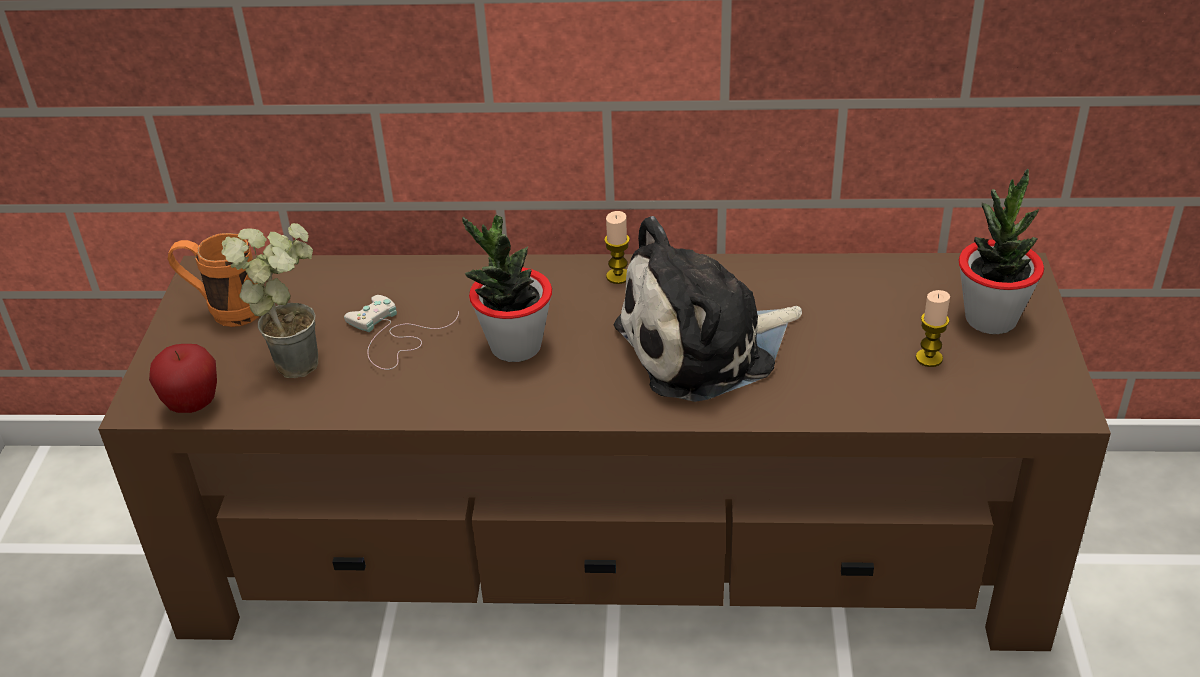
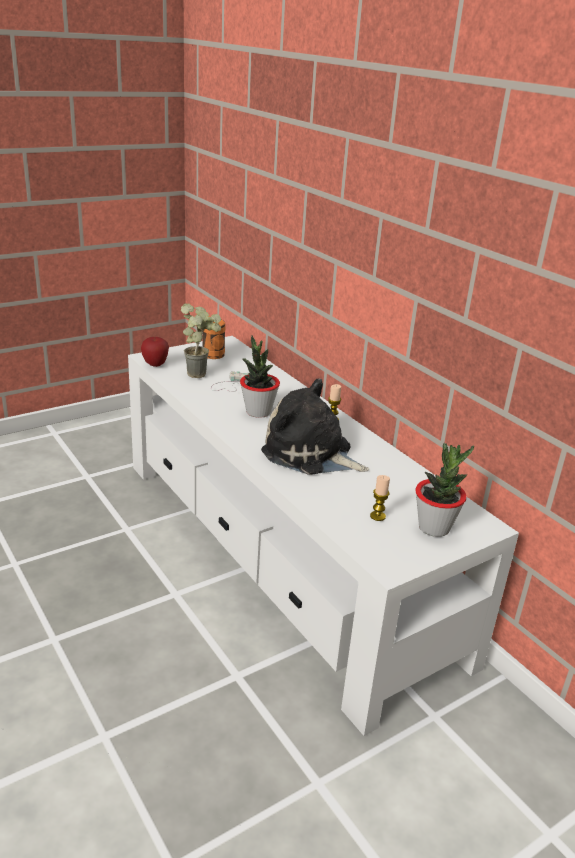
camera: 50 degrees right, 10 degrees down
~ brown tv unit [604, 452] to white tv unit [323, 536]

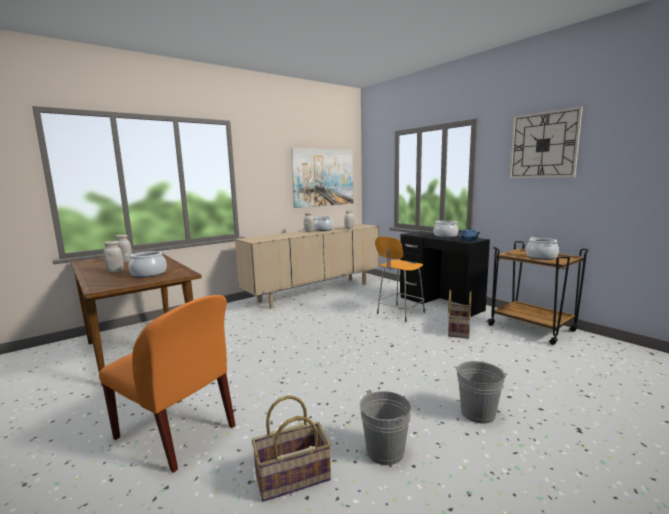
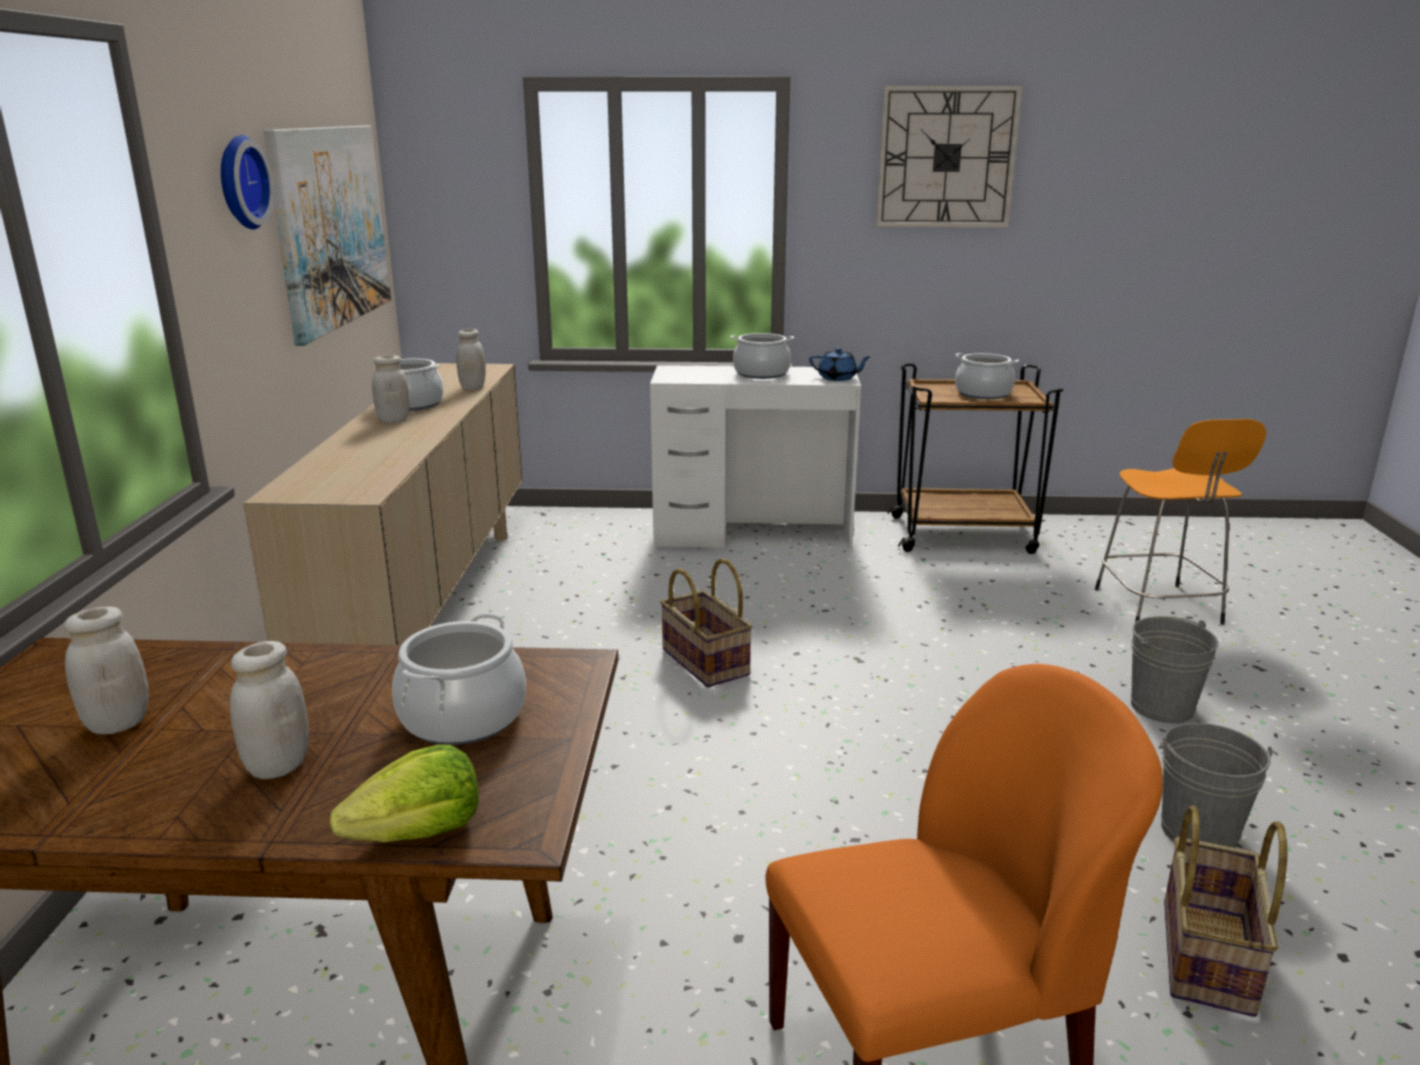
camera: 50 degrees left, 10 degrees up
~ blackish desk unit [445, 274] to white desk unit [755, 458]
~ orange-coloured stool seat [400, 279] to [1180, 522]
~ household basket [460, 314] to [706, 623]
+ hanging clock [247, 182]
+ lettuce [404, 793]

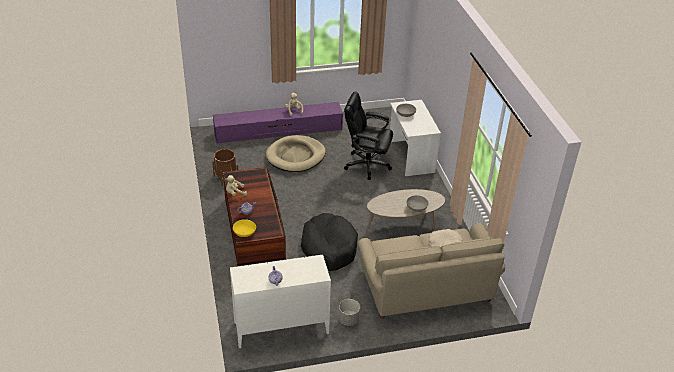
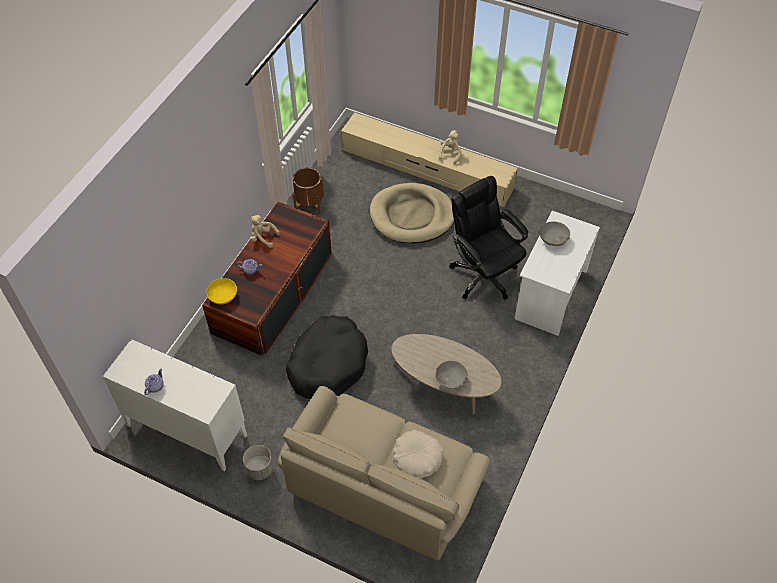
camera: 40 degrees right, 15 degrees up
~ purplish tv unit [278, 122] to beige tv unit [429, 159]

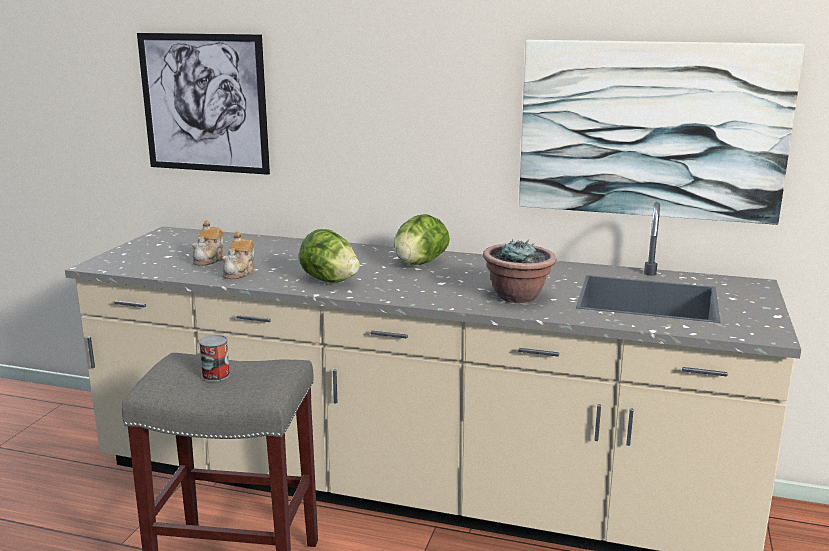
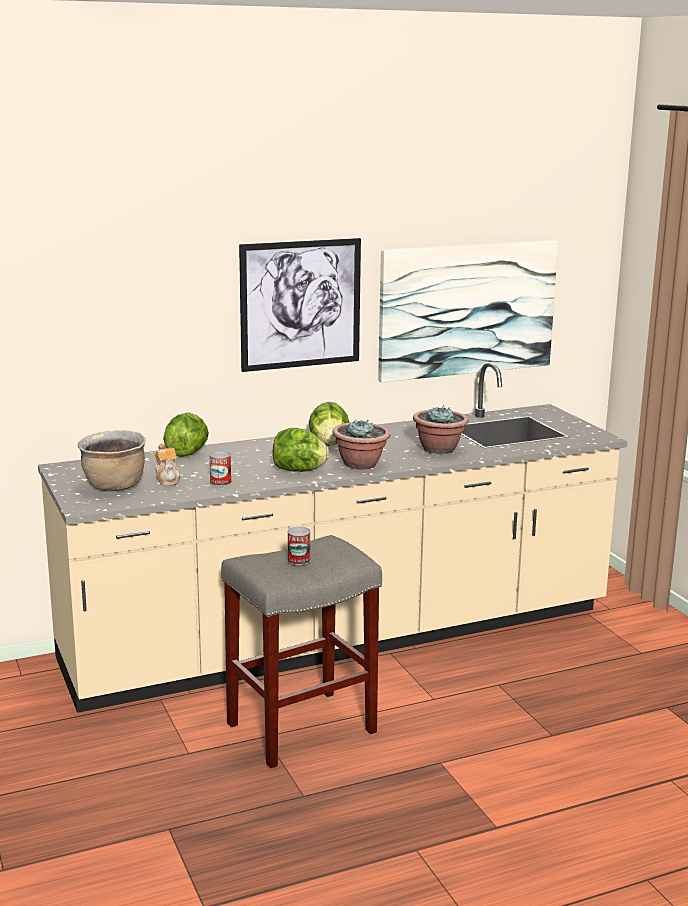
camera: 40 degrees left, 0 degrees up
~ picture [203, 104] to [300, 305]
~ teapot [239, 255] to sealed can [220, 468]
+ lettuce [186, 435]
+ plant in a pot [361, 444]
+ brown saucepot [112, 460]

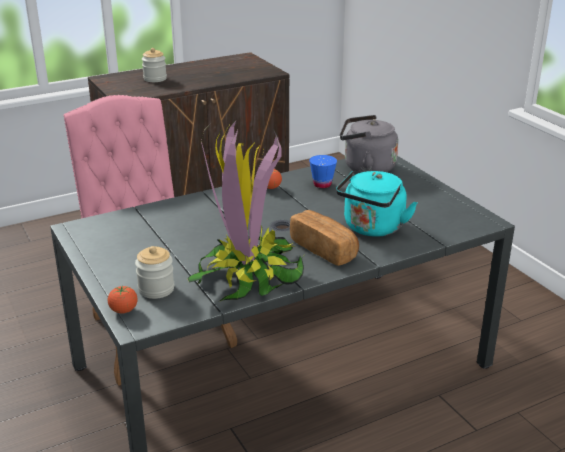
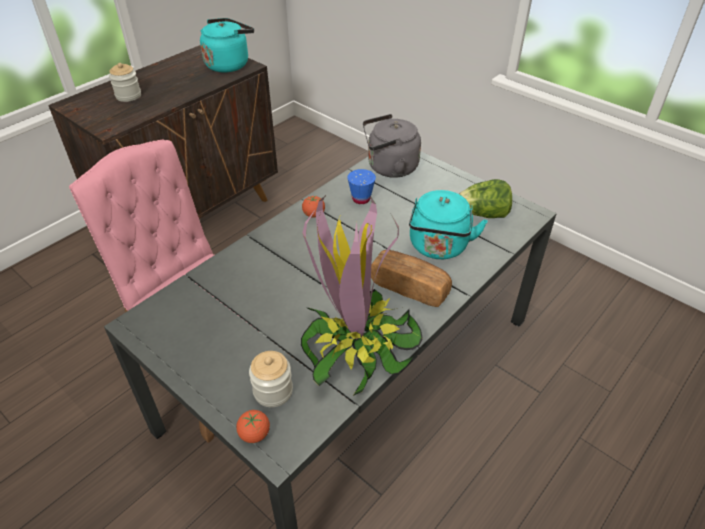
camera: 20 degrees left, 15 degrees up
+ blue-green tea kettle [227, 45]
+ lettuce [485, 198]

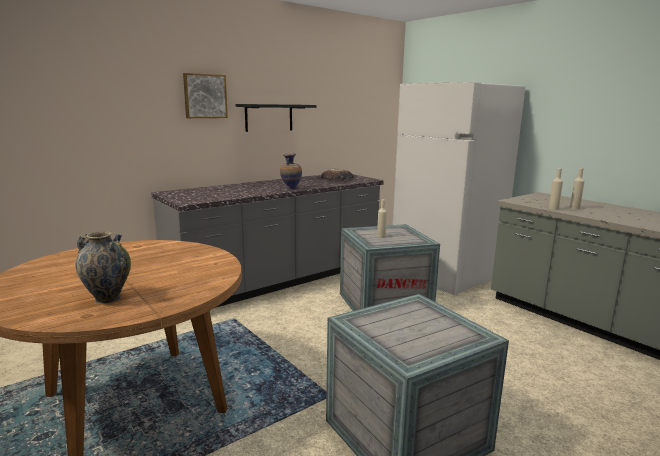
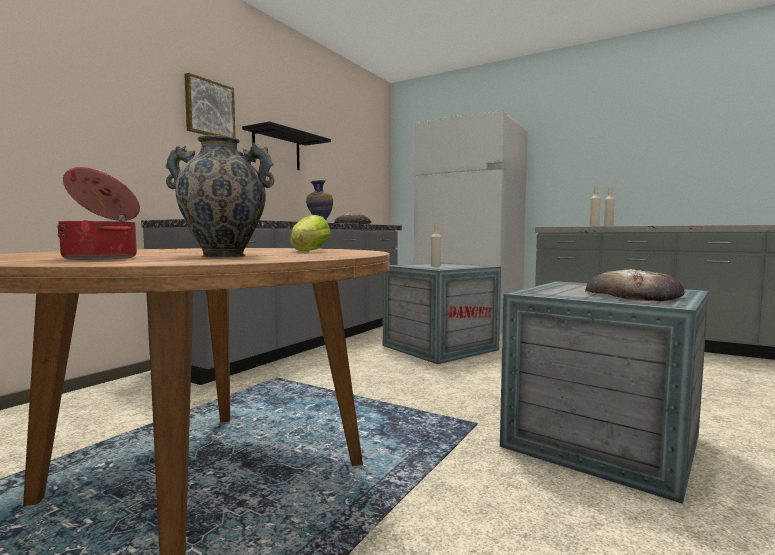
camera: 20 degrees left, 10 degrees down
+ saucepot [98, 213]
+ lettuce [310, 233]
+ bread [634, 285]

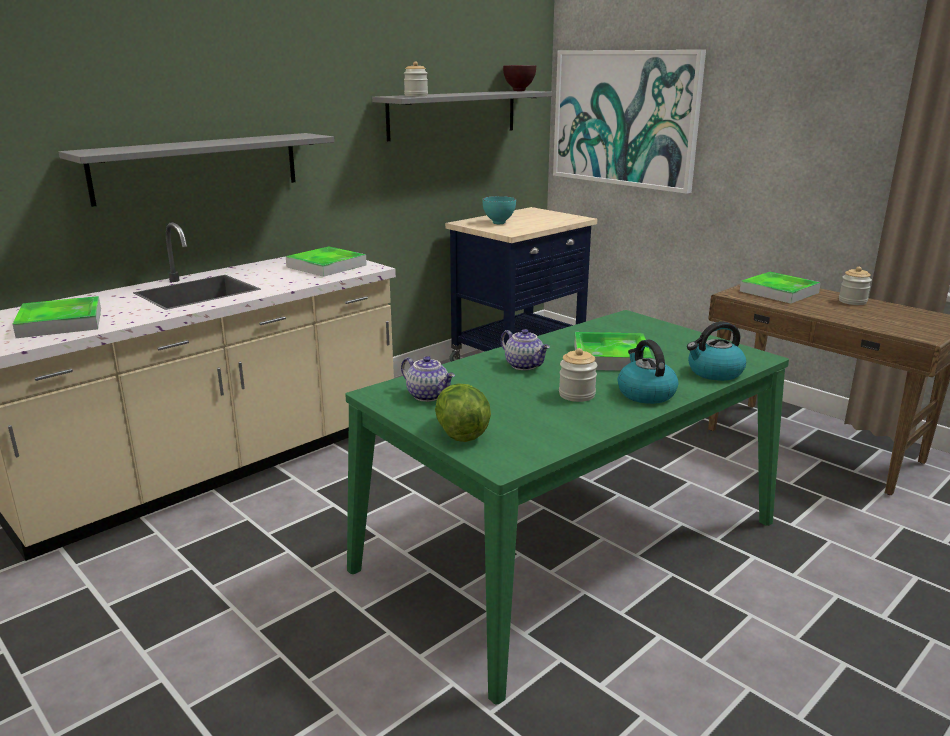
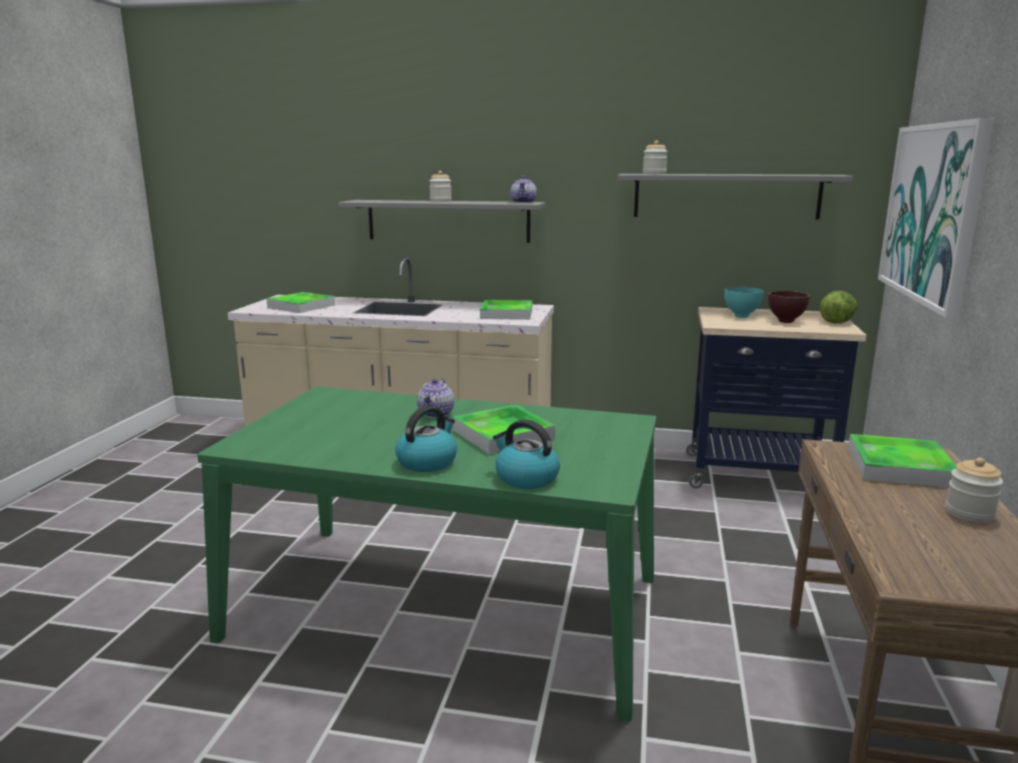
camera: 55 degrees right, 5 degrees down
~ brown bowl [519, 78] to [789, 307]
~ preserve jar [578, 375] to [440, 186]
~ teapot [428, 379] to [524, 189]
~ lettuce [463, 412] to [839, 307]

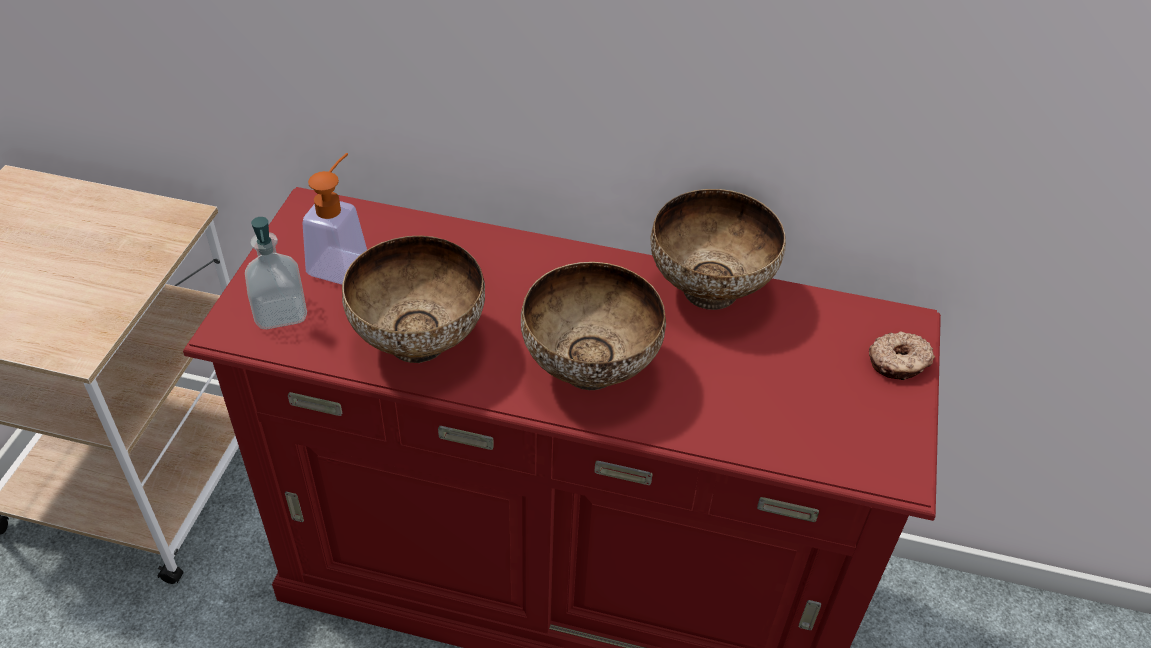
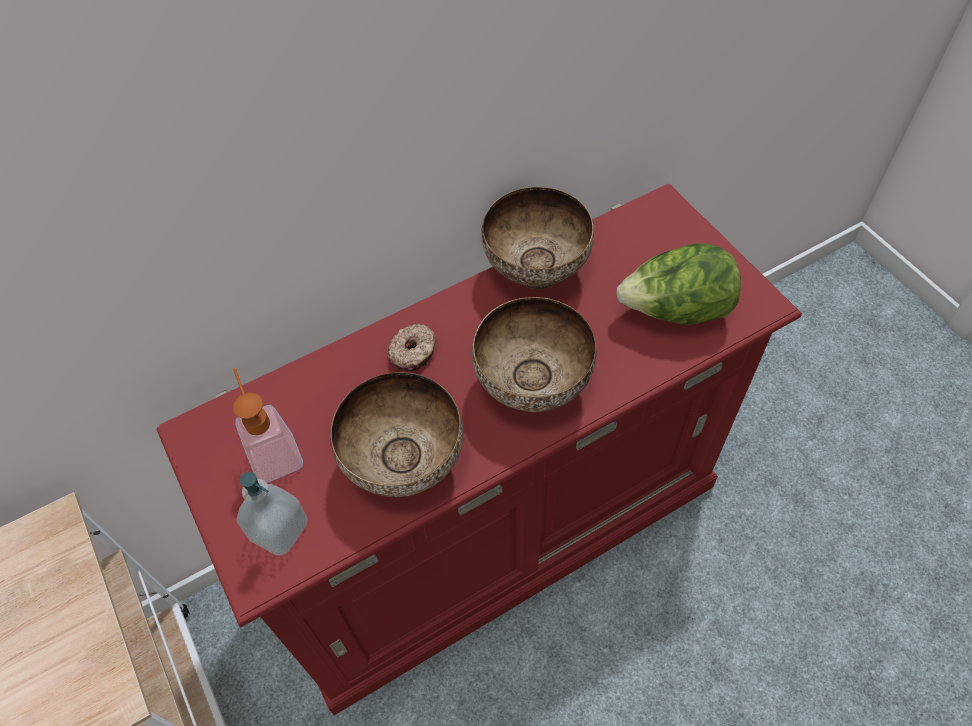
camera: 40 degrees left, 10 degrees up
~ doughnut [902, 356] to [412, 347]
+ lettuce [678, 284]

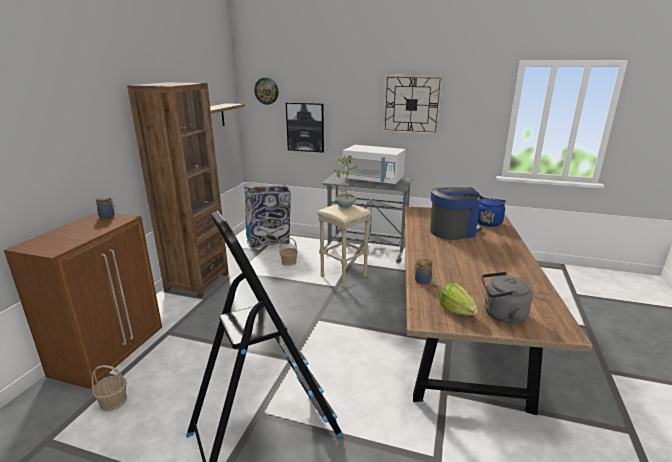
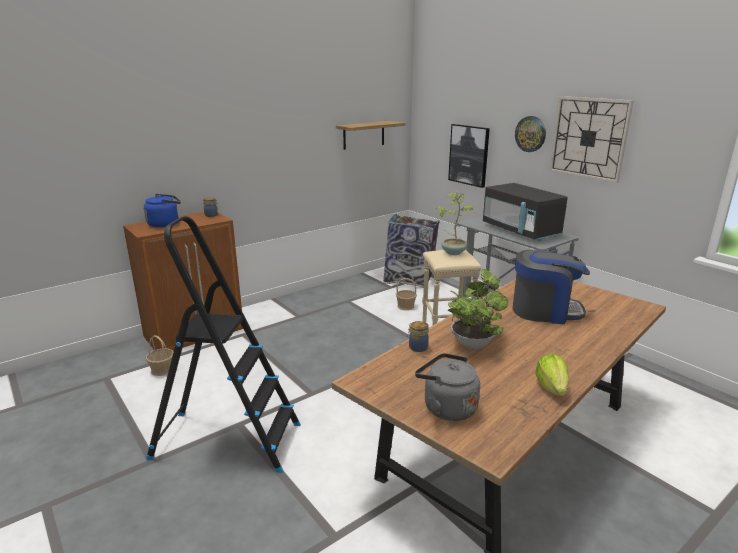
camera: 35 degrees right, 0 degrees up
~ hanging clock [266, 91] to [530, 134]
- brown bookcase [178, 190]
~ white kitchen microwave [374, 165] to blackish kitchen microwave [525, 212]
~ bluish tea kettle [491, 212] to [162, 210]
~ lettuce [458, 299] to [552, 375]
+ plant in a pot [477, 309]

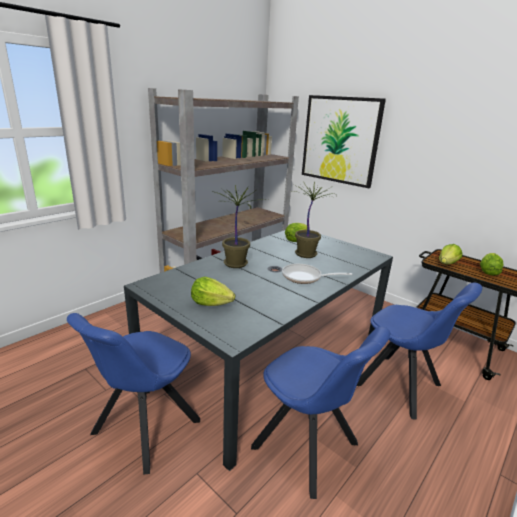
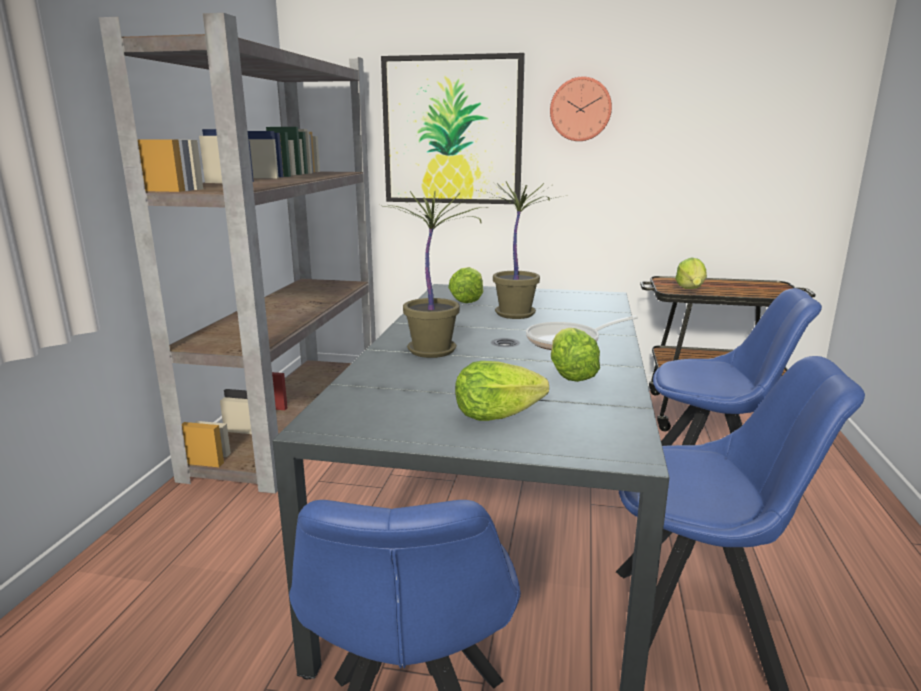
camera: 30 degrees left, 5 degrees down
~ lettuce [492, 264] to [575, 355]
+ hanging clock [581, 109]

